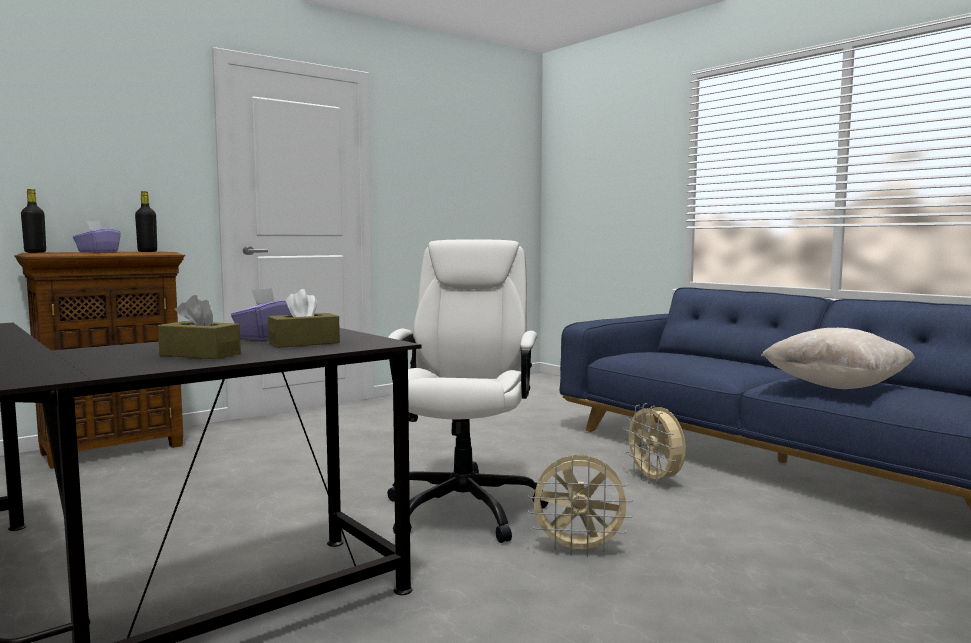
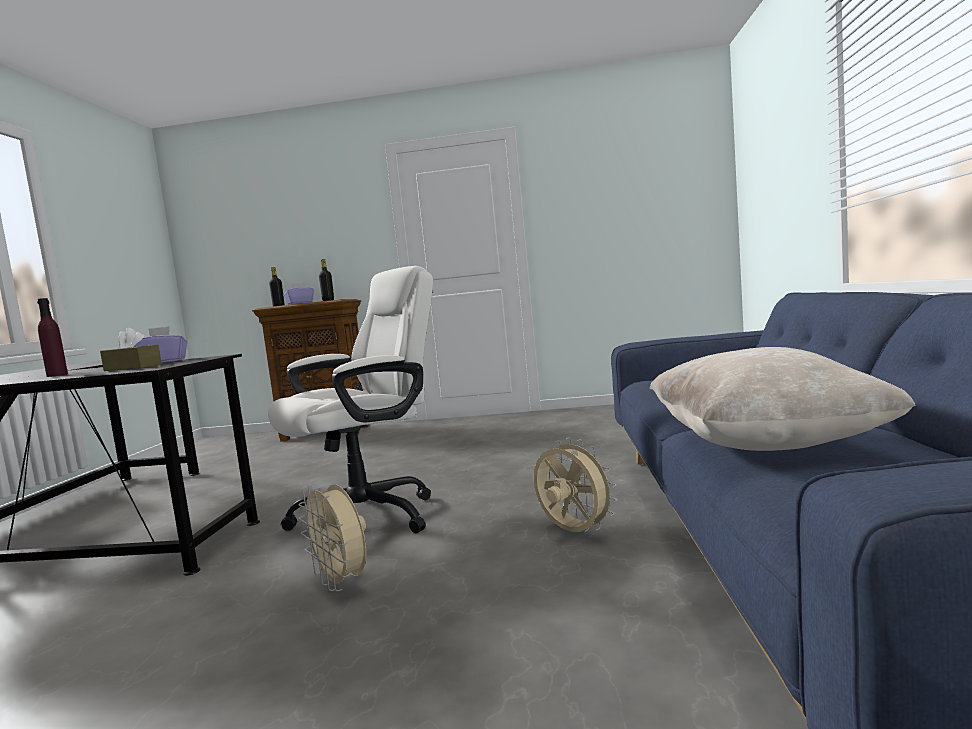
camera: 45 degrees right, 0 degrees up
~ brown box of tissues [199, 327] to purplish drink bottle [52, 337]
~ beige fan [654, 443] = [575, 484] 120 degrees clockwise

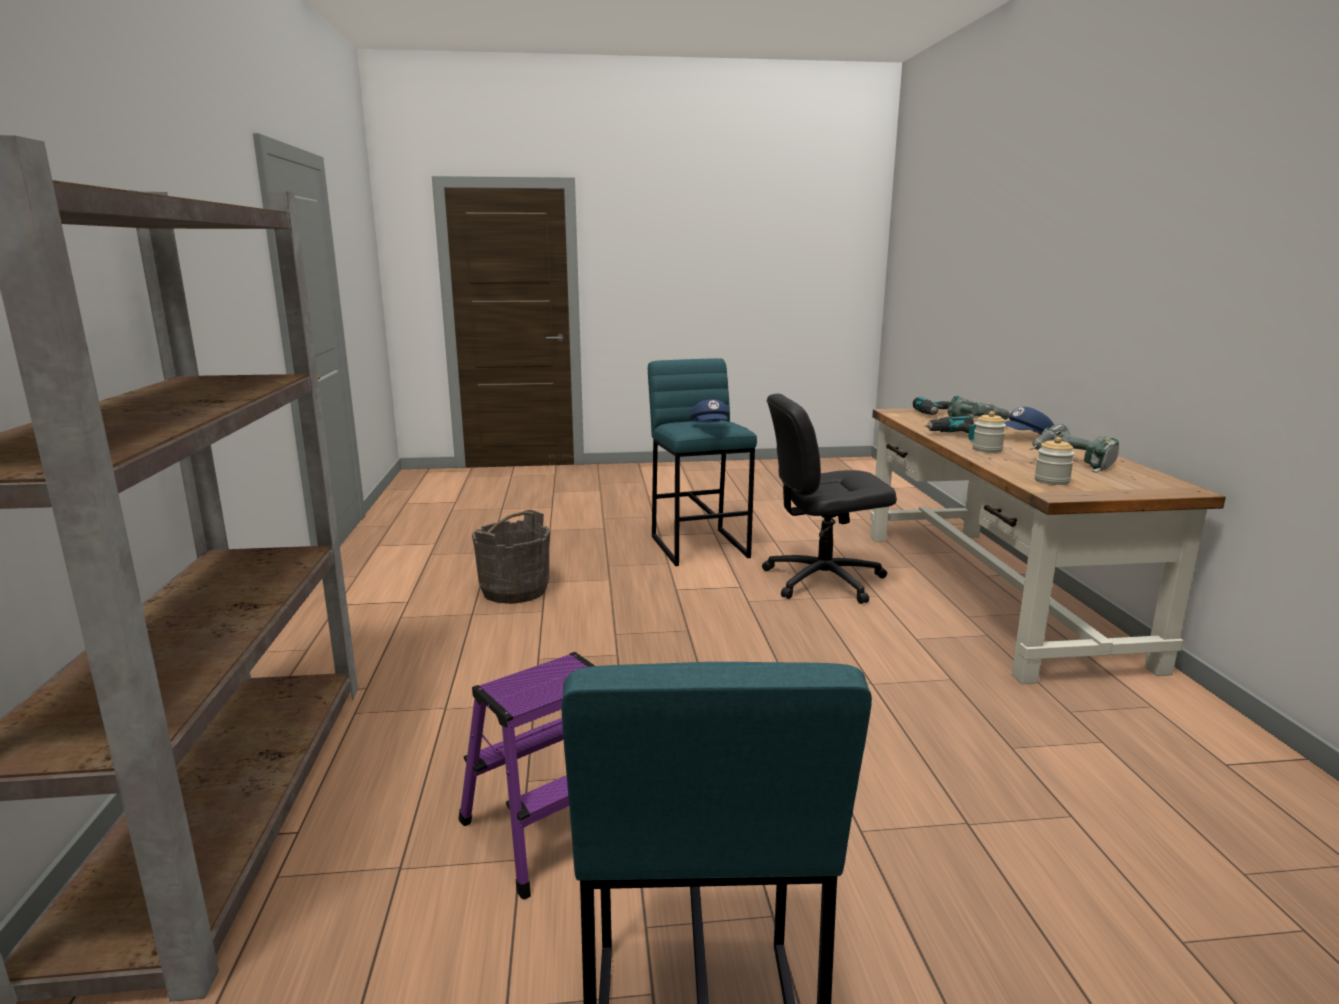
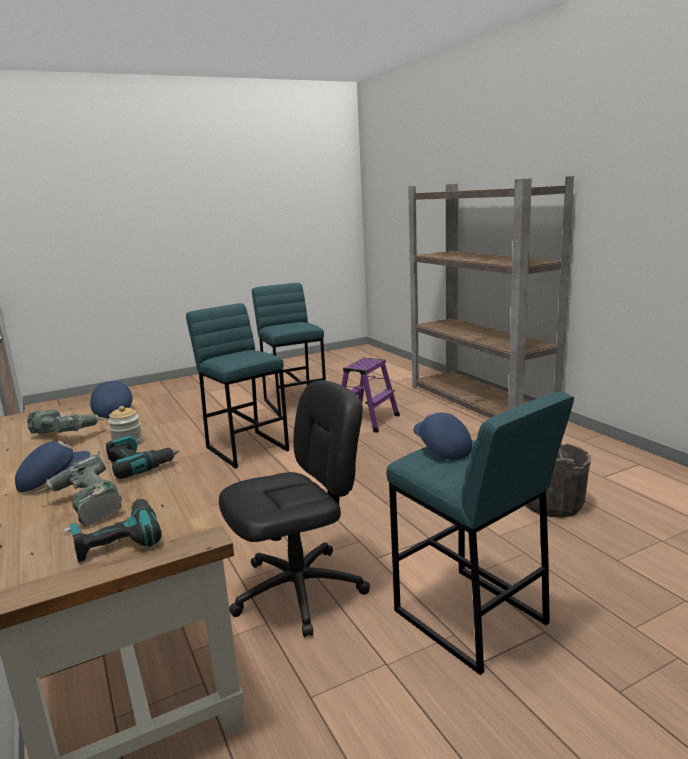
camera: 160 degrees right, 0 degrees up
~ preserve jar [1054, 461] to bluish baseball cap [111, 399]
+ blue-green stool seat [237, 386]

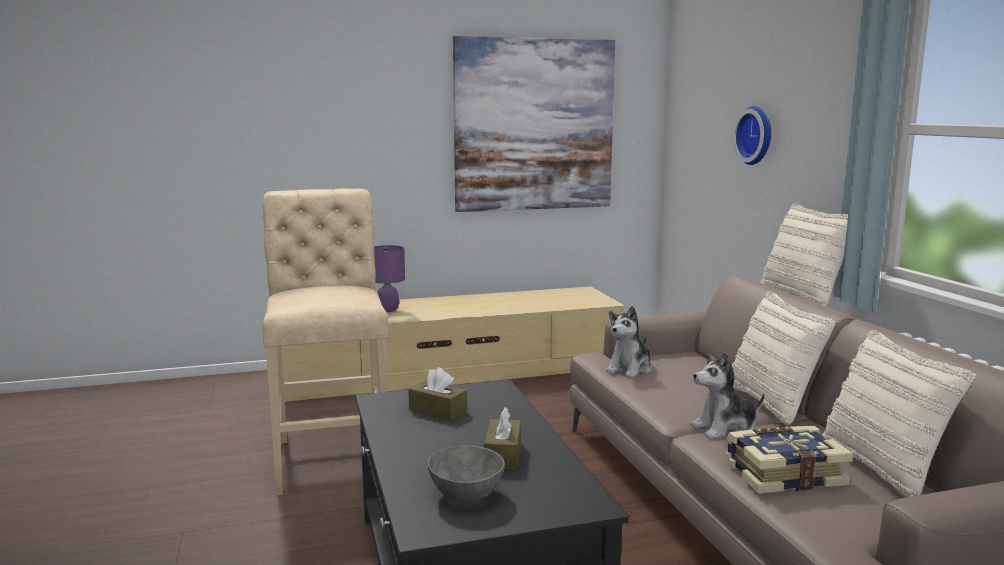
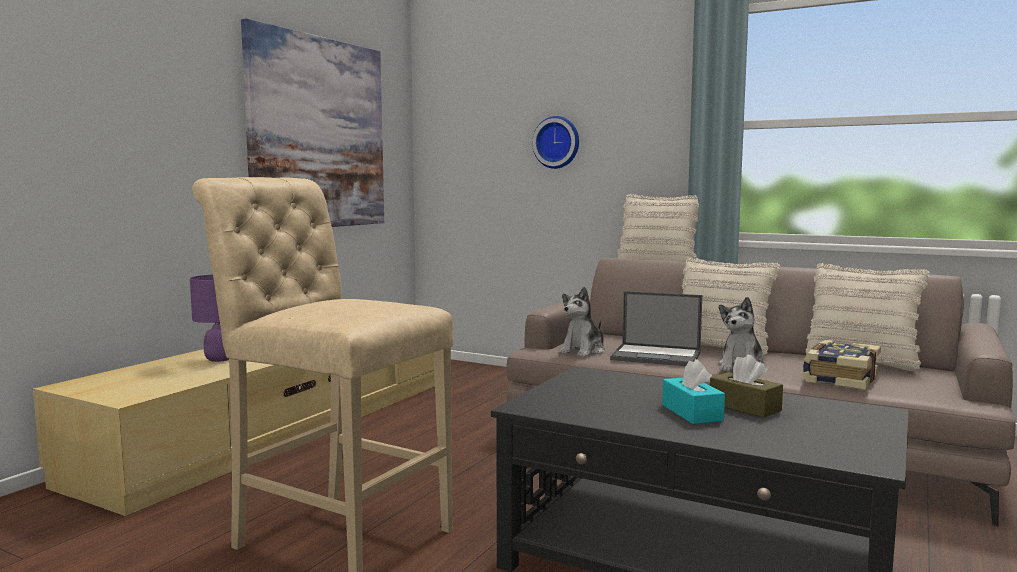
camera: 45 degrees left, 5 degrees down
~ plush toy [628, 342] = [582, 322] 45 degrees clockwise
- brown box of tissues [437, 394]
- greyish bowl [466, 474]
+ laptop [656, 328]
+ blue-green box of tissues [693, 391]

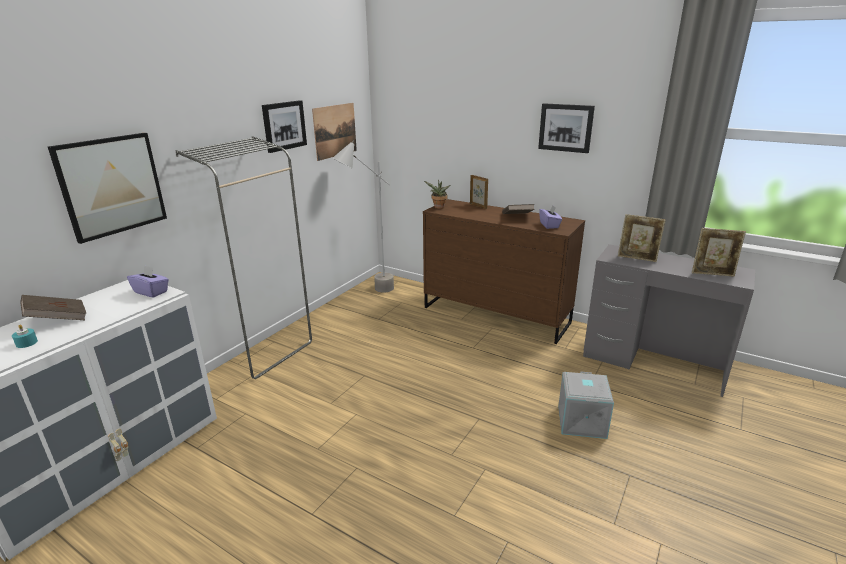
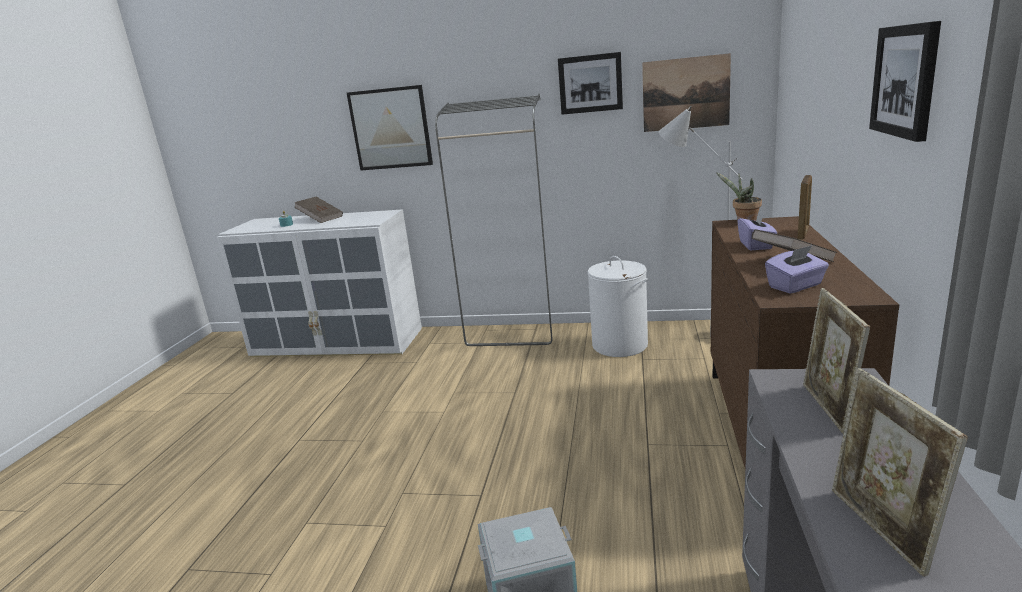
camera: 70 degrees right, 5 degrees down
~ purplish box of tissues [148, 281] to [757, 230]
+ white washing basket [617, 306]

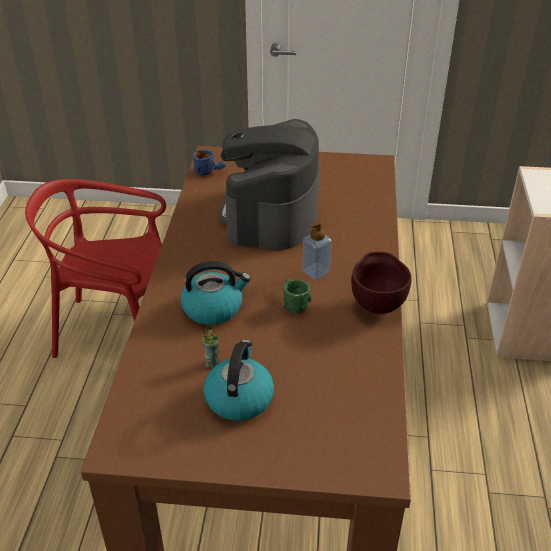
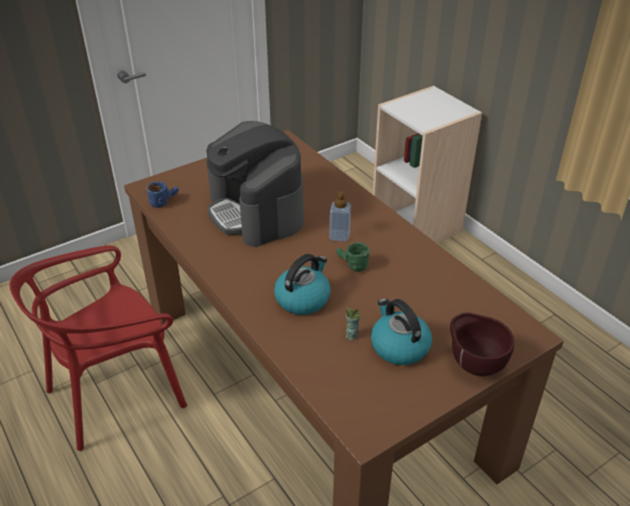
camera: 40 degrees left, 0 degrees up
~ brown bowl [381, 282] to [482, 344]

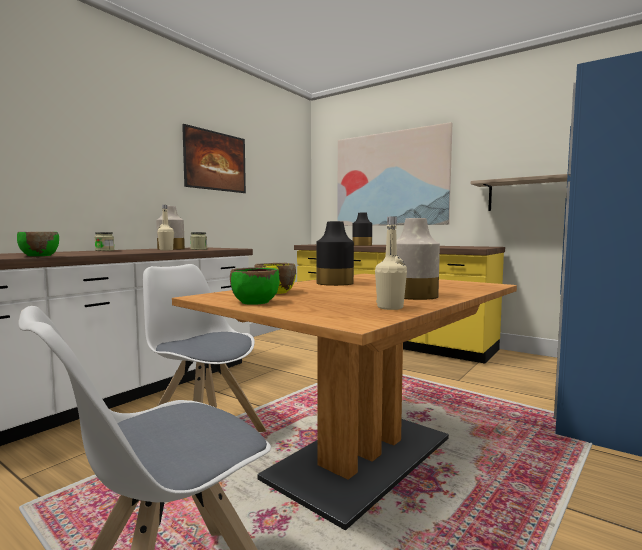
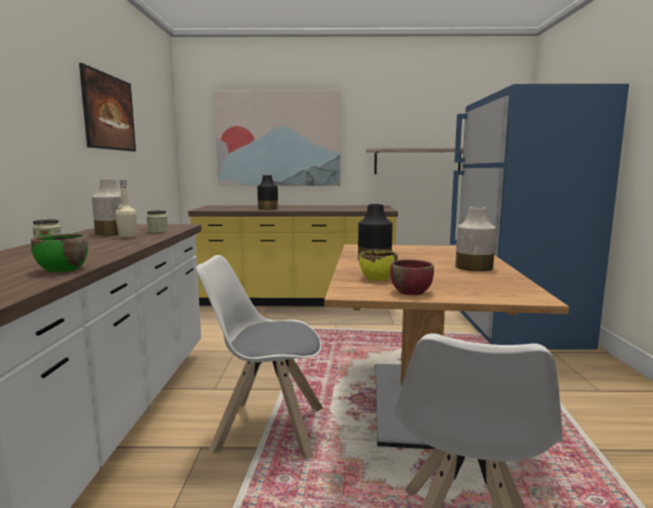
camera: 35 degrees left, 5 degrees up
- beige drink bottle [391, 263]
~ greenish bowl [255, 286] to red-coloured bowl [412, 277]

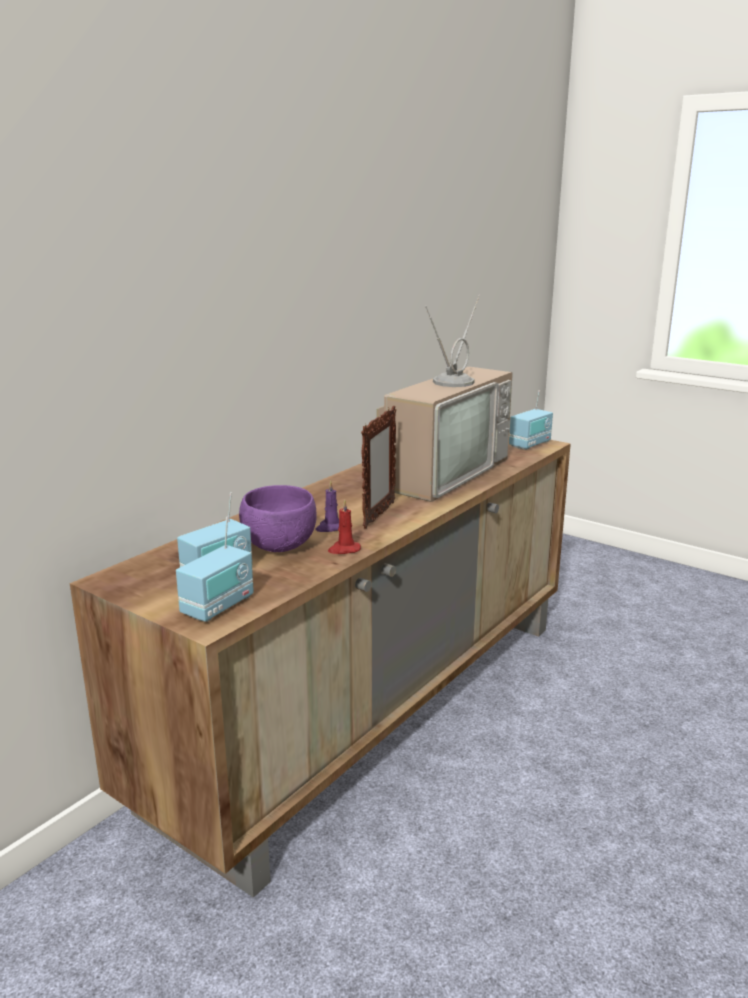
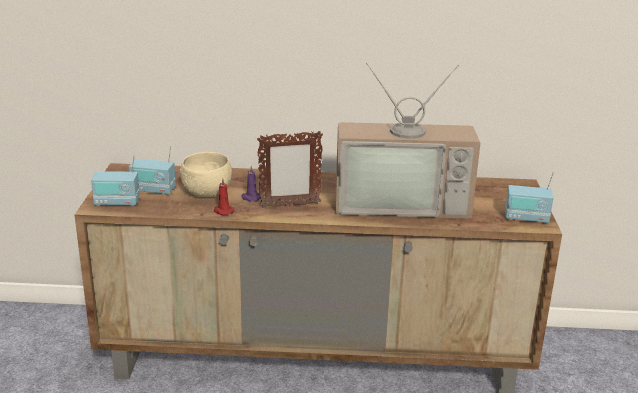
camera: 55 degrees right, 5 degrees up
~ purplish bowl [278, 518] to beige bowl [206, 174]

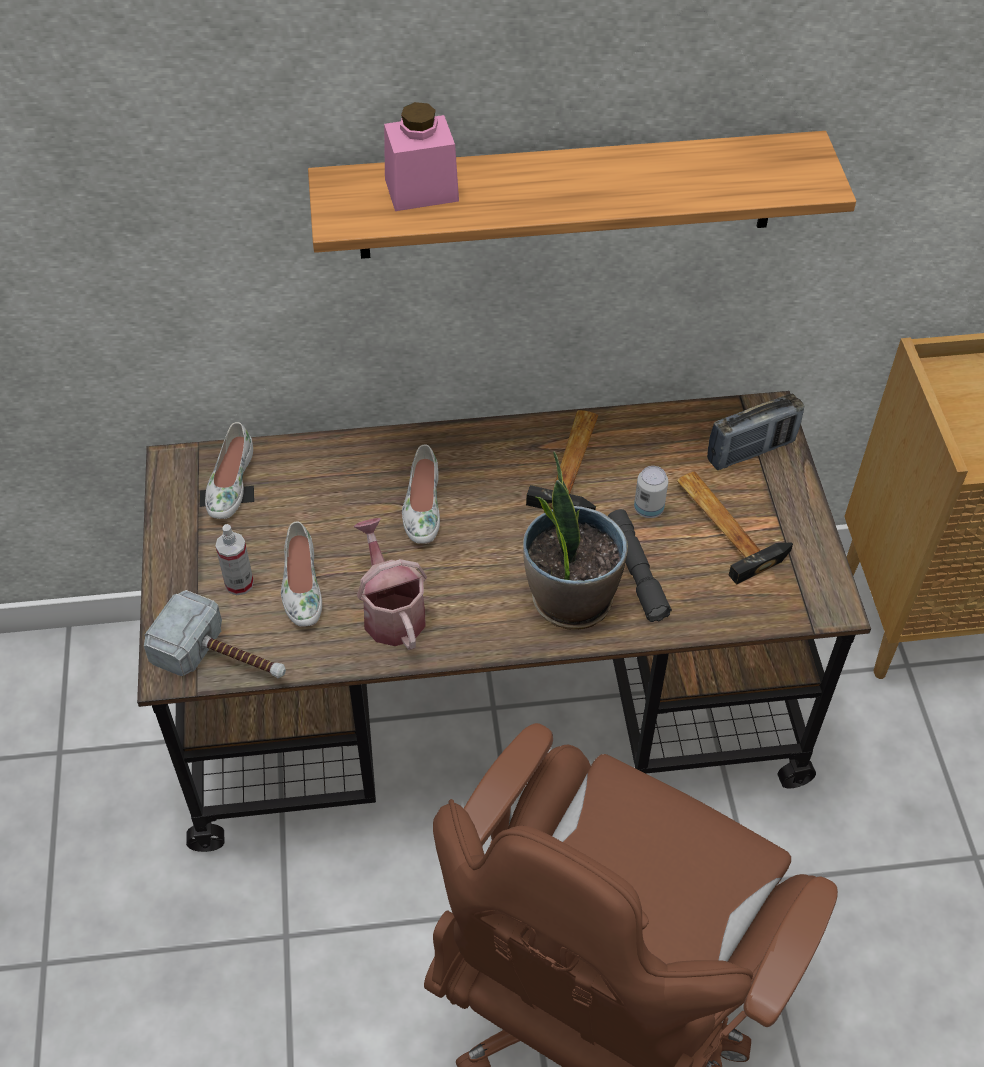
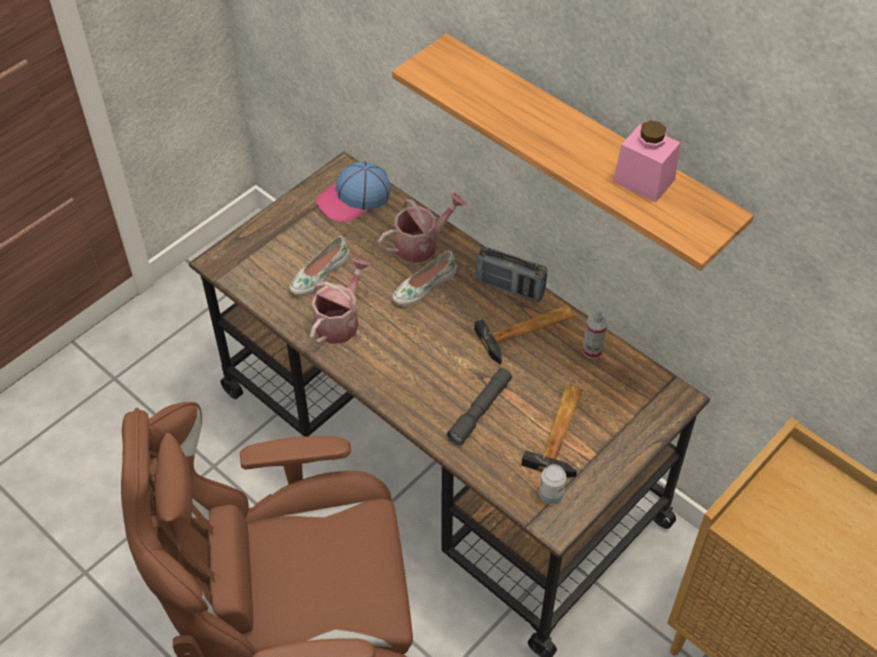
camera: 50 degrees right, 0 degrees up
~ pinkish preserve jar [421, 156] to [646, 161]
~ radio [755, 432] to [511, 274]
~ white item of footwear [229, 470] to baseball cap [353, 191]
- plant in a pot [575, 540]
~ sealed can [651, 492] to [552, 484]
~ sprayer [234, 560] to [595, 333]
- hammer [215, 634]
+ watering pot [422, 228]

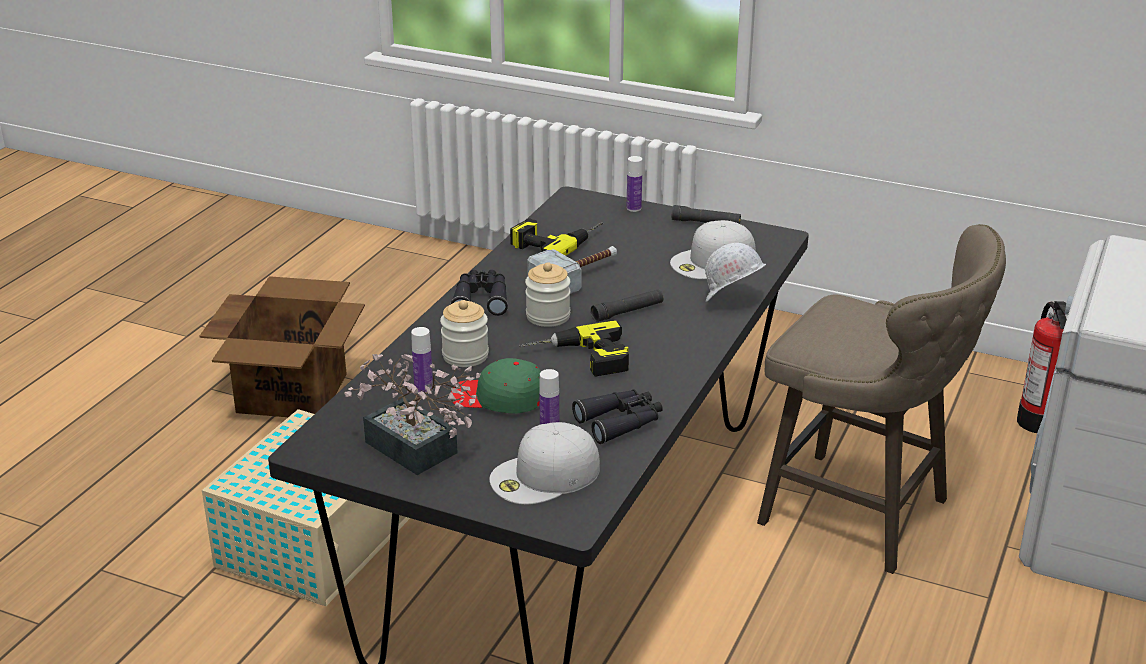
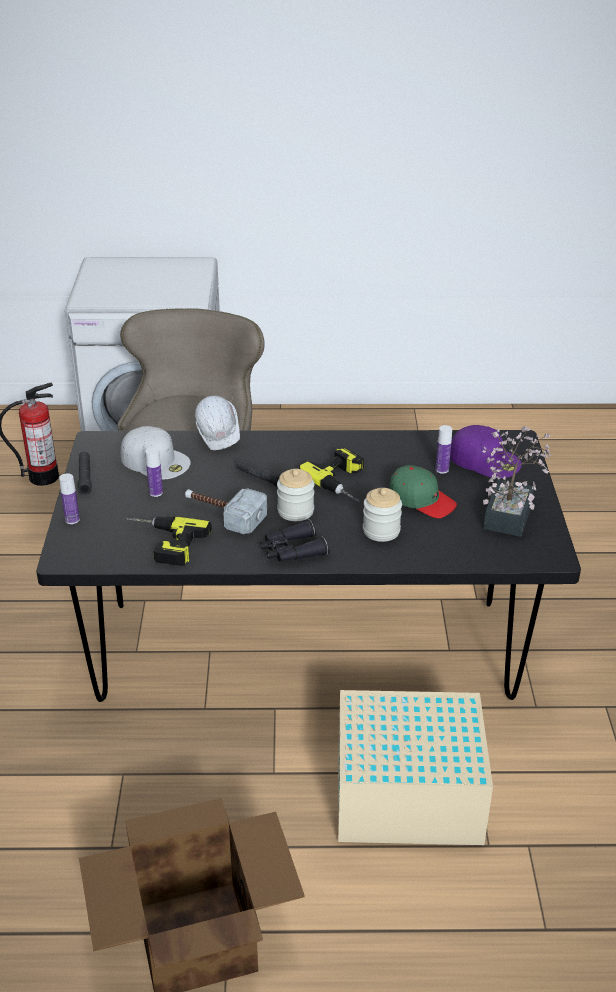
camera: 115 degrees left, 5 degrees up
~ drink bottle [422, 360] to [154, 472]
~ greenish baseball cap [496, 385] = [423, 491] 45 degrees counterclockwise
- blackish binoculars [617, 416]
~ white baseball cap [544, 463] to purplish baseball cap [486, 451]

